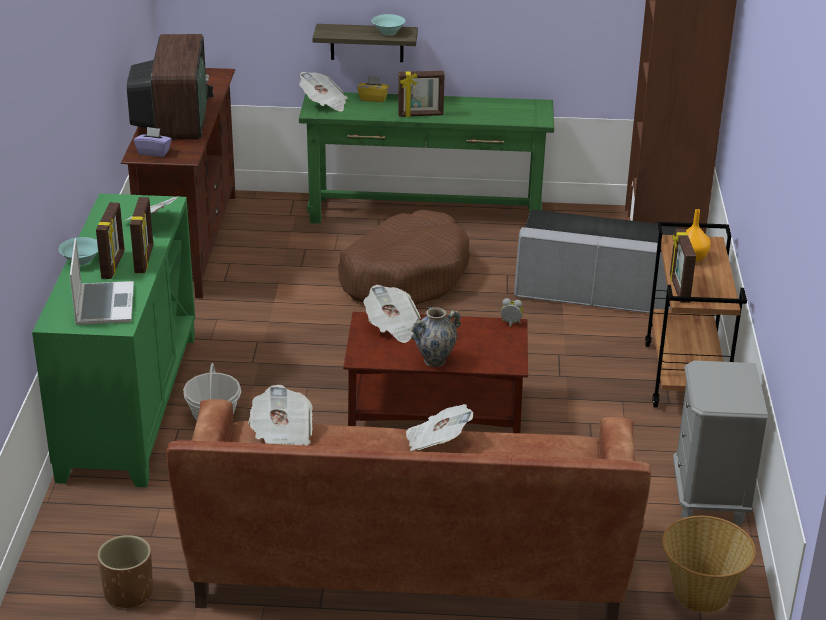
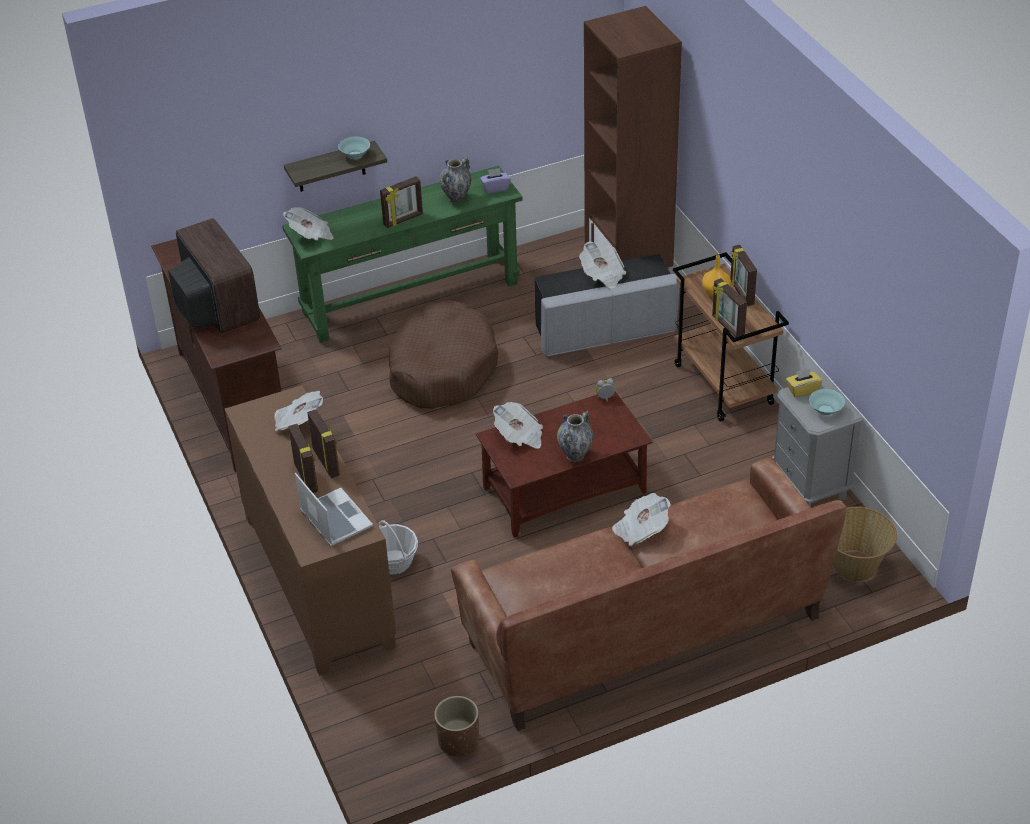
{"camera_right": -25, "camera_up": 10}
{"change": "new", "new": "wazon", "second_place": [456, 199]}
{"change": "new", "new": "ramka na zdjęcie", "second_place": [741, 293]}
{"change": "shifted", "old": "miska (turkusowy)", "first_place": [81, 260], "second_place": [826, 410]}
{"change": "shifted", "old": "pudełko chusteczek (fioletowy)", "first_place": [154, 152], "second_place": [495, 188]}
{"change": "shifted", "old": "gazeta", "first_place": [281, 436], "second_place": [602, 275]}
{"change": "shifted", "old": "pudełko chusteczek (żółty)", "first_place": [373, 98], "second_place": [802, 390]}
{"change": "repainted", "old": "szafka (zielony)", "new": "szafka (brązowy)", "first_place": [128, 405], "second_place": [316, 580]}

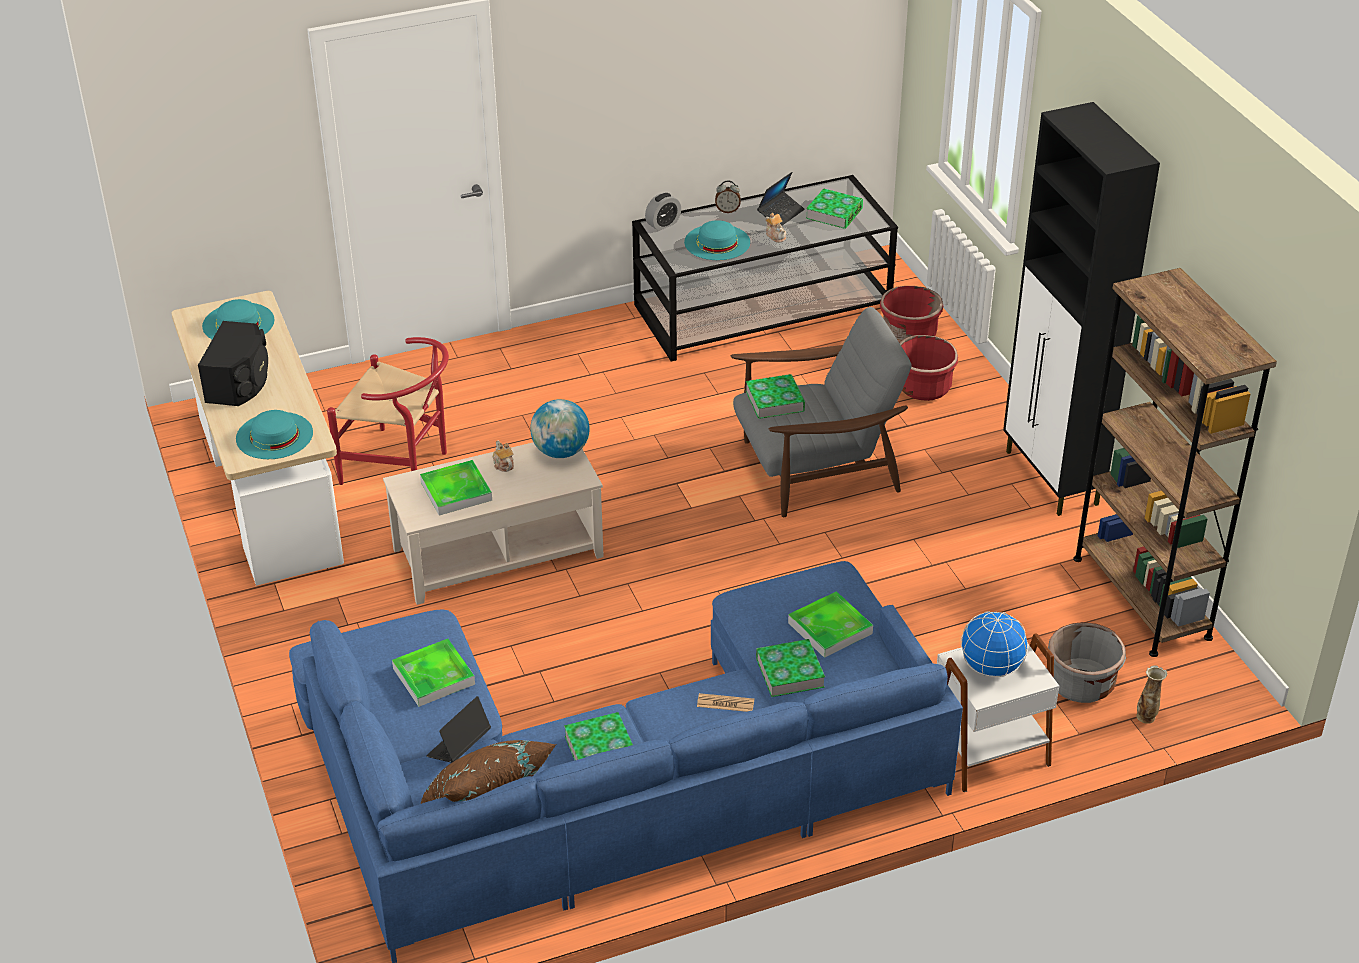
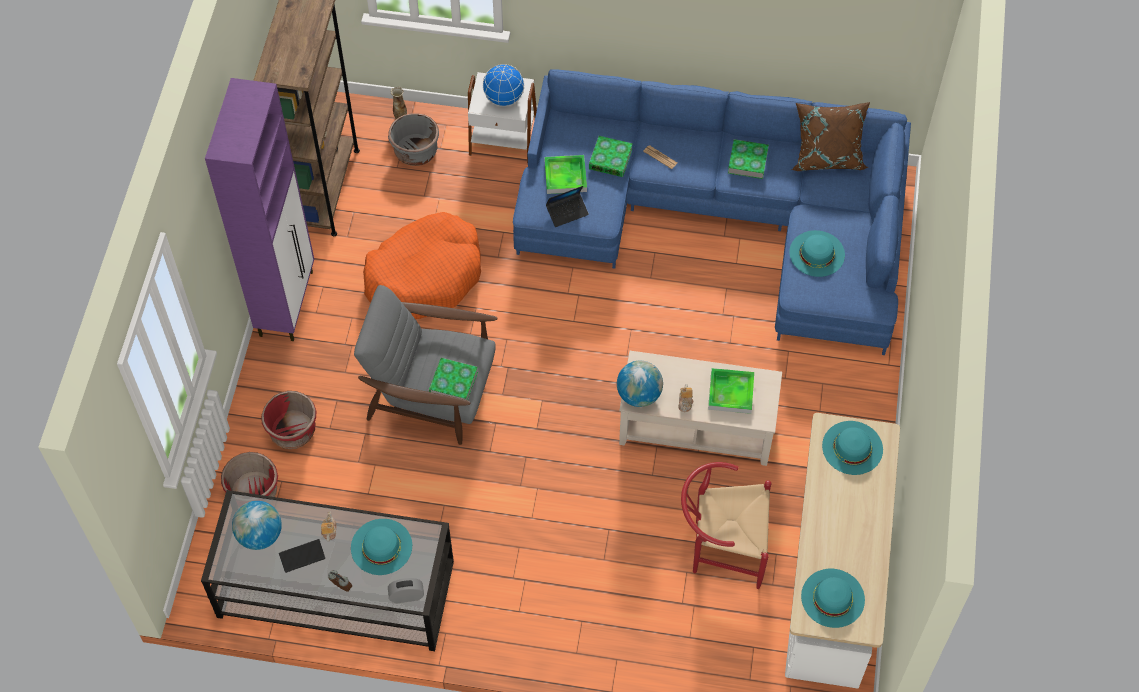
{"camera_right": -150, "camera_up": 20}
{"change": "gone", "old": "głośnik (czarny)", "first_place": [240, 382]}
{"change": "new", "new": "legowisko (pomarańczowy)", "second_place": [425, 275]}
{"change": "shifted", "old": "laptop", "first_place": [459, 747], "second_place": [567, 212]}
{"change": "swapped", "old": "taca", "new": "kapelusz (turkusowy)", "first_place": [433, 676], "second_place": [817, 253]}
{"change": "swapped", "old": "książka", "new": "globus", "first_place": [834, 213], "second_place": [260, 535]}
{"change": "repainted", "old": "szafka (czarny)", "new": "szafka (fioletowy)", "first_place": [1052, 479], "second_place": [287, 302]}
{"change": "rotated", "old": "krzesło (czerwony)", "first_place": [403, 466], "second_place": [721, 548], "degrees": -45}

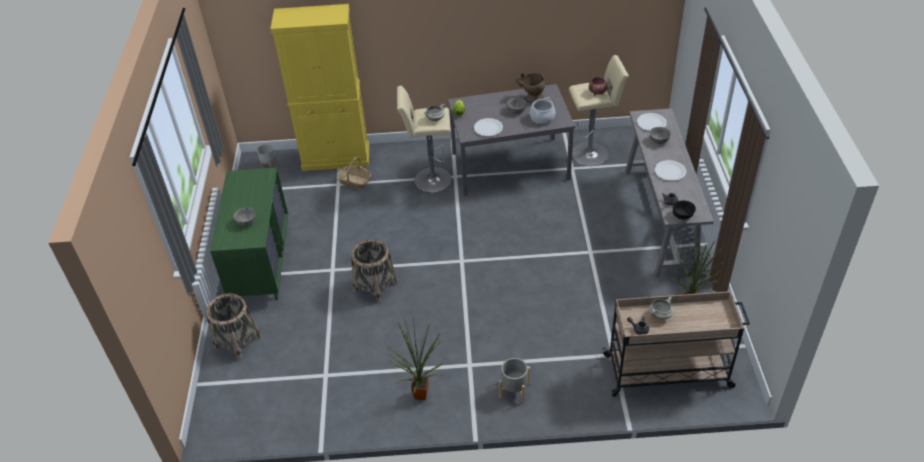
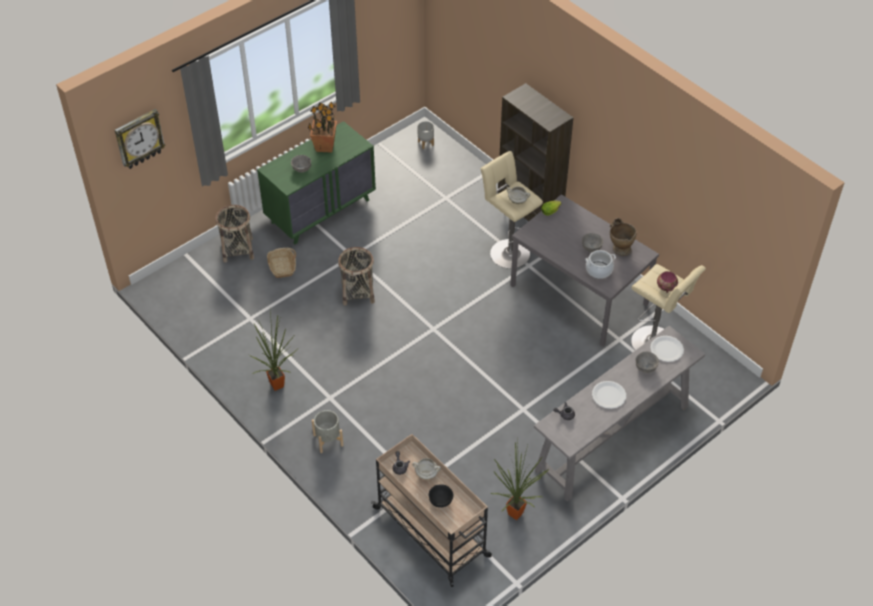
{"camera_right": 50, "camera_up": 5}
{"change": "gone", "old": "szafka (żółty)", "first_place": [336, 158]}
{"change": "gone", "old": "talerz (biały)", "first_place": [488, 128]}
{"change": "new", "new": "zegar ścienny", "second_place": [139, 139]}
{"change": "new", "new": "roślina doniczkowa", "second_place": [325, 146]}
{"change": "new", "new": "regał (brązowy)", "second_place": [530, 218]}
{"change": "shifted", "old": "koszyk", "first_place": [354, 181], "second_place": [282, 267]}
{"change": "shifted", "old": "miska (czarny)", "first_place": [682, 215], "second_place": [440, 501]}

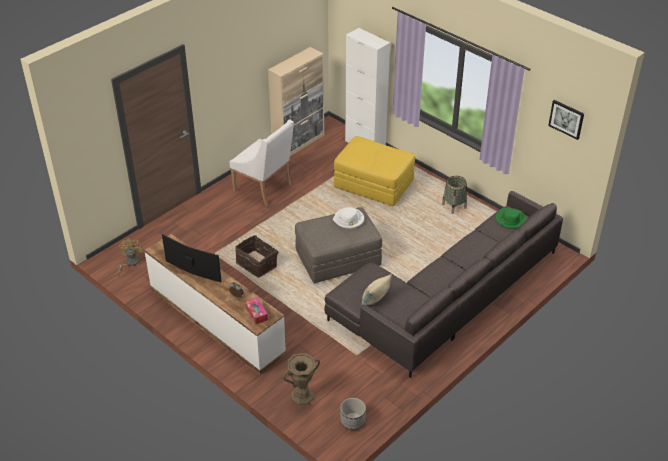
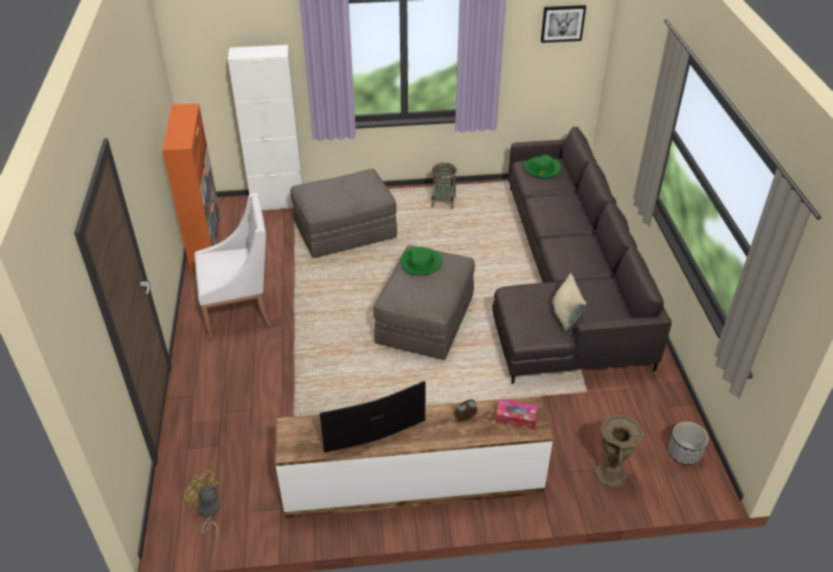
{"camera_right": -50, "camera_up": 0}
{"change": "gone", "old": "koszyk", "first_place": [257, 264]}
{"change": "repainted", "old": "szafka (beżowy)", "new": "szafka (pomarańczowy)", "first_place": [298, 143], "second_place": [206, 243]}
{"change": "repainted", "old": "kapelusz (biały)", "new": "kapelusz (zielony)", "first_place": [349, 220], "second_place": [421, 263]}
{"change": "repainted", "old": "pufa (żółty)", "new": "pufa (szary)", "first_place": [374, 185], "second_place": [345, 231]}

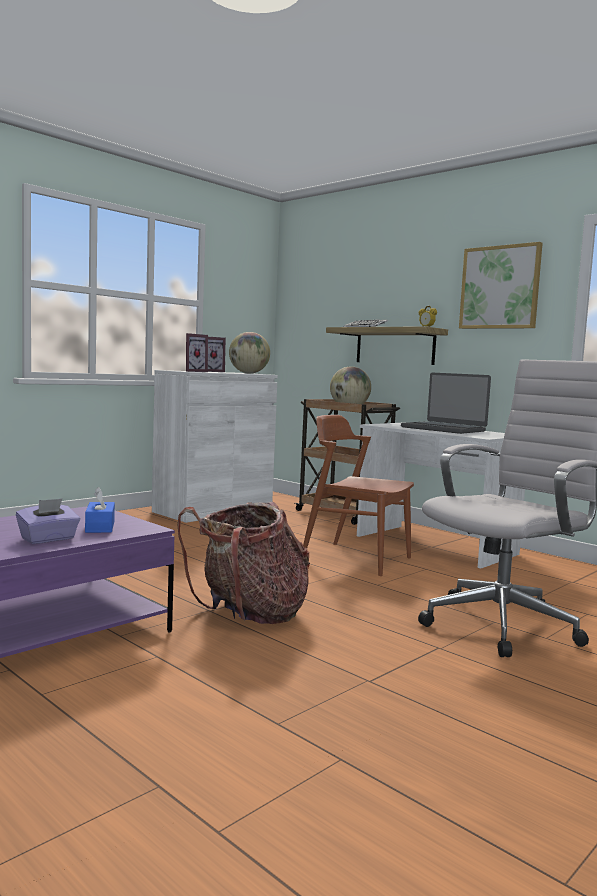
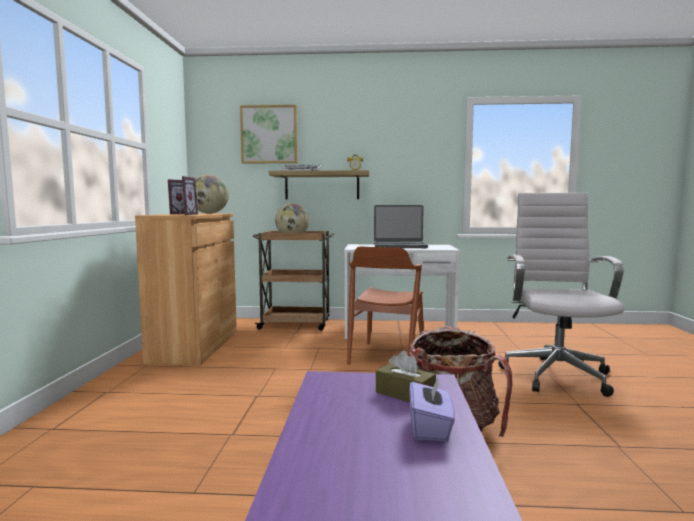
{"camera_right": -40, "camera_up": 0}
{"change": "shifted", "old": "obraz", "first_place": [500, 287], "second_place": [269, 134]}
{"change": "repainted", "old": "pudełko chusteczek (niebieski)", "new": "pudełko chusteczek (brązowy)", "first_place": [100, 527], "second_place": [405, 394]}
{"change": "repainted", "old": "szafka (biały)", "new": "szafka (brązowy)", "first_place": [213, 510], "second_place": [195, 346]}
{"change": "rotated", "old": "krzesło (brązowy)", "first_place": [355, 558], "second_place": [386, 356], "degrees": -60}

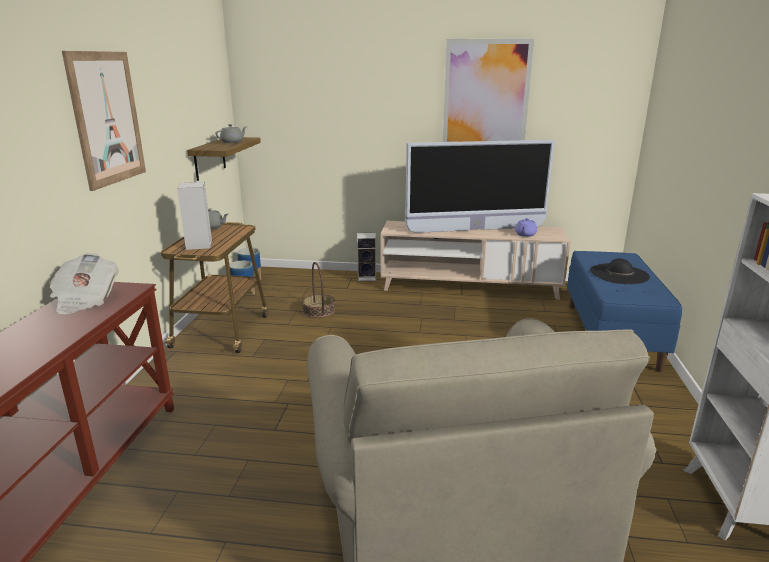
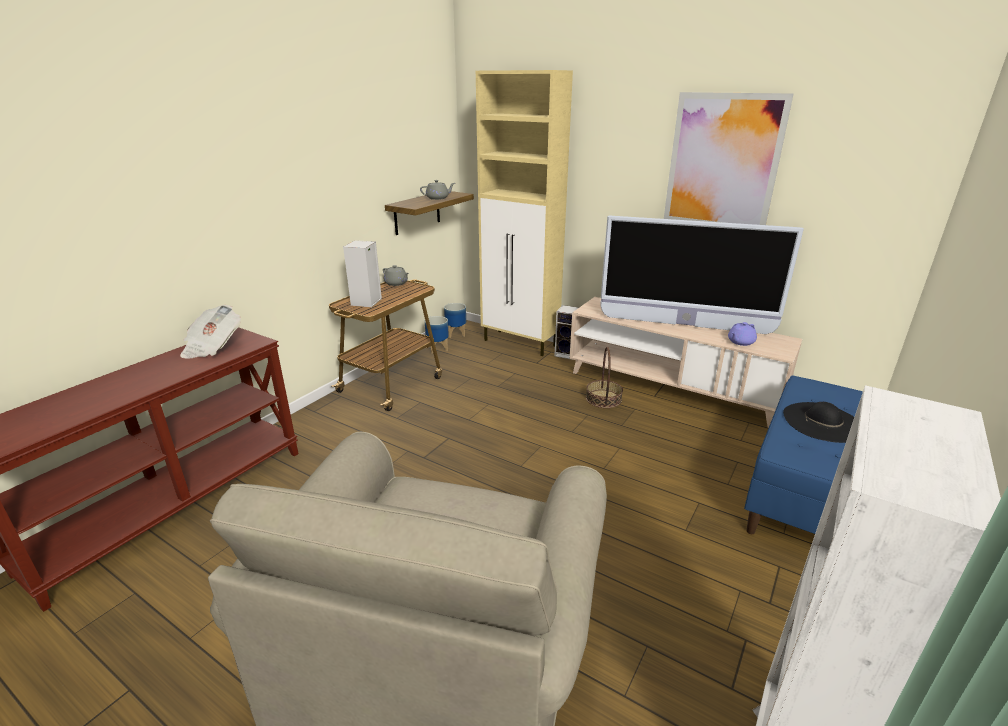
{"camera_right": 25, "camera_up": 5}
{"change": "gone", "old": "obraz", "first_place": [107, 118]}
{"change": "new", "new": "szafka (beżowy)", "second_place": [520, 343]}
{"change": "shifted", "old": "koszyk", "first_place": [319, 310], "second_place": [603, 399]}

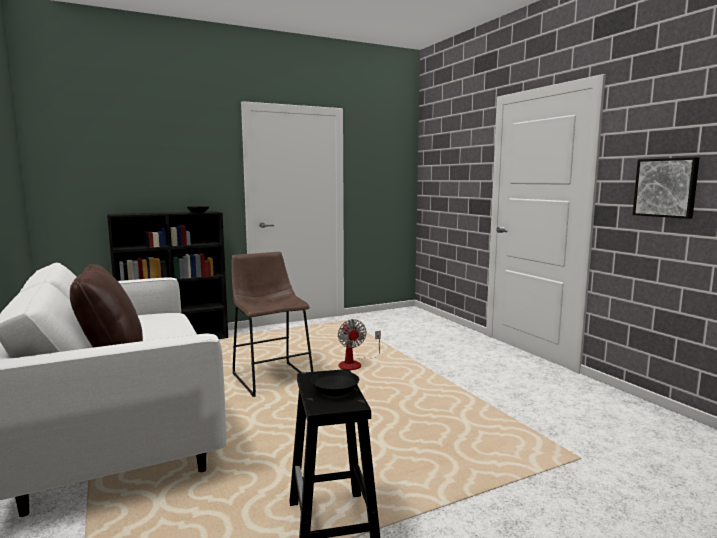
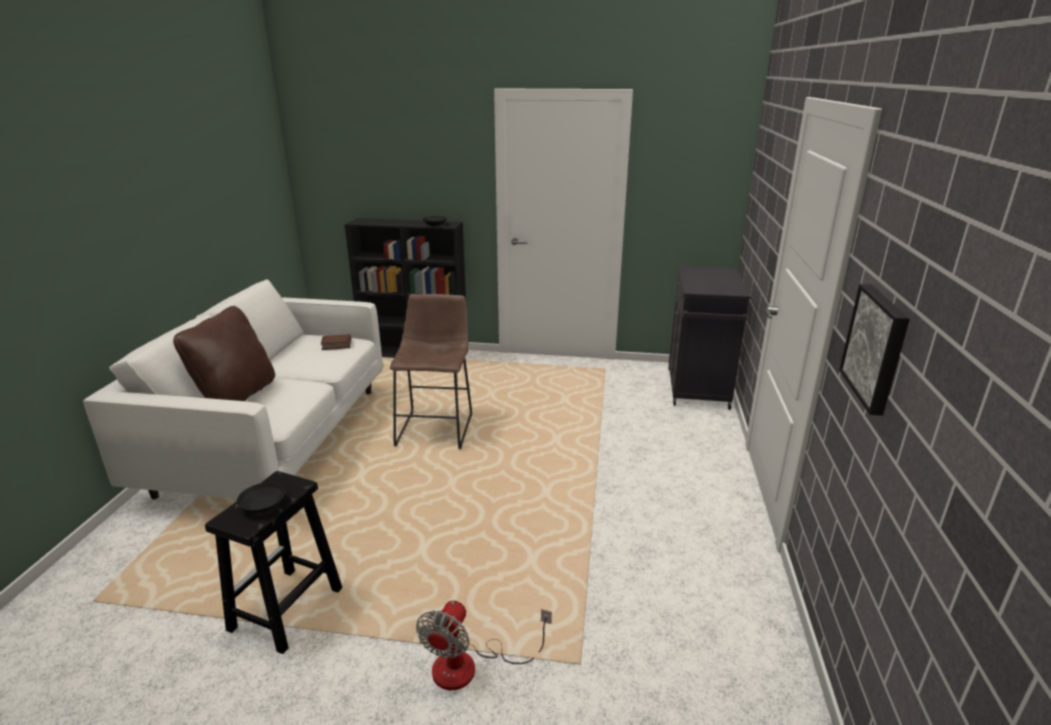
{"camera_right": 35, "camera_up": 15}
{"change": "new", "new": "książka", "second_place": [336, 345]}
{"change": "new", "new": "szafka (czarny)", "second_place": [697, 389]}
{"change": "shifted", "old": "wentylator", "first_place": [355, 364], "second_place": [470, 666]}

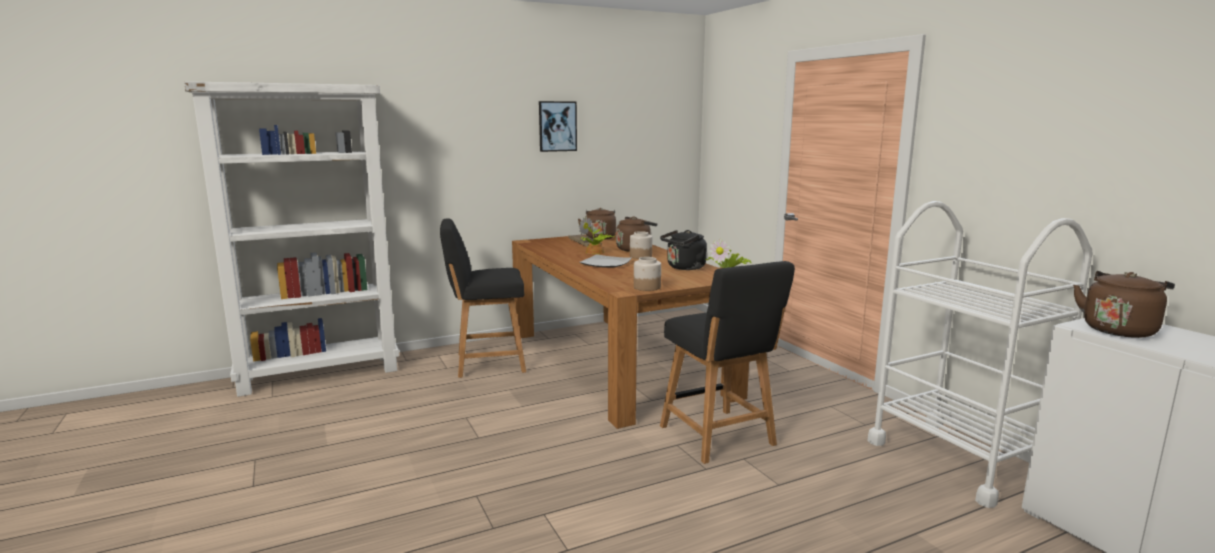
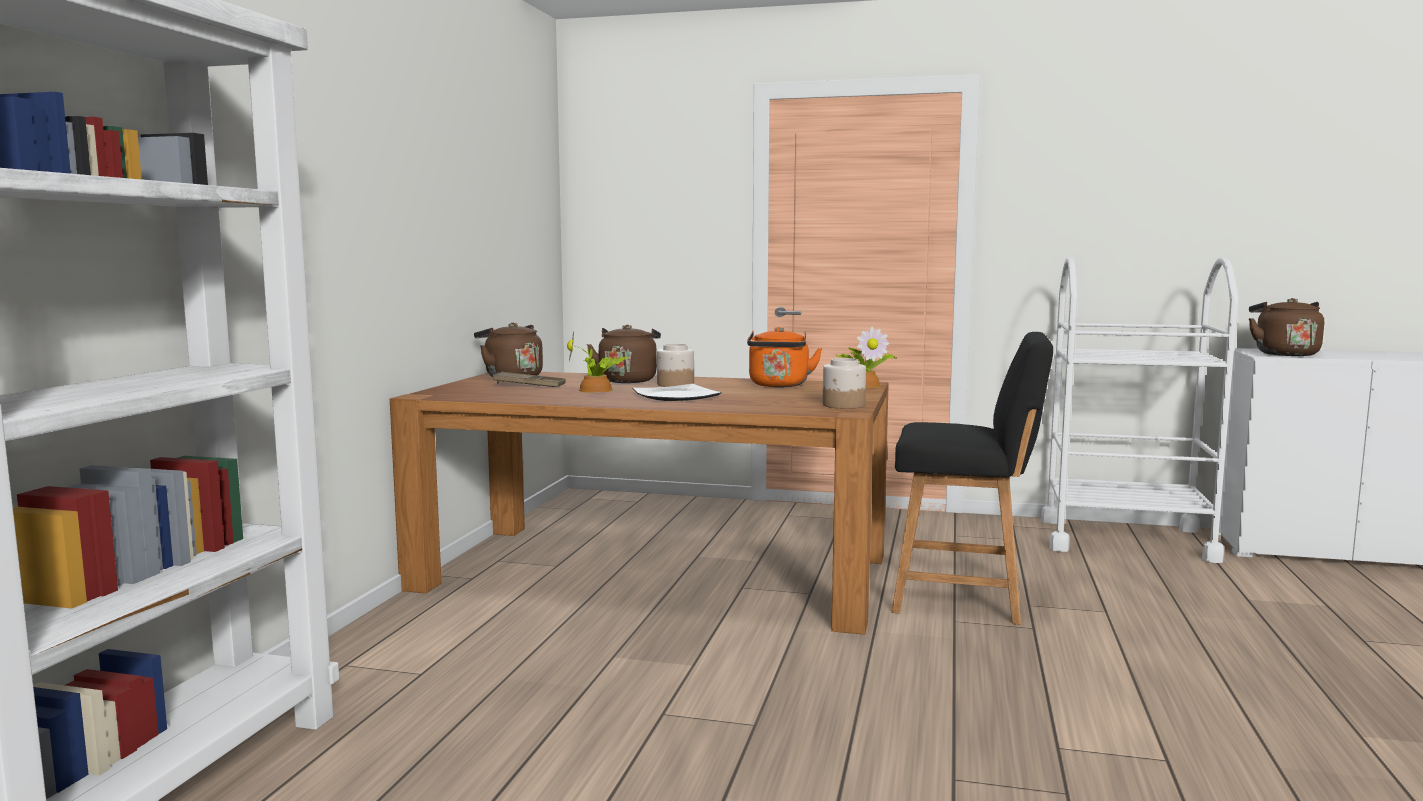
{"camera_right": -50, "camera_up": -5}
{"change": "gone", "old": "krzesło (czarny)", "first_place": [486, 363]}
{"change": "gone", "old": "obraz", "first_place": [557, 126]}
{"change": "repainted", "old": "czajnik (czarny)", "new": "czajnik (pomarańczowy)", "first_place": [684, 268], "second_place": [779, 385]}

